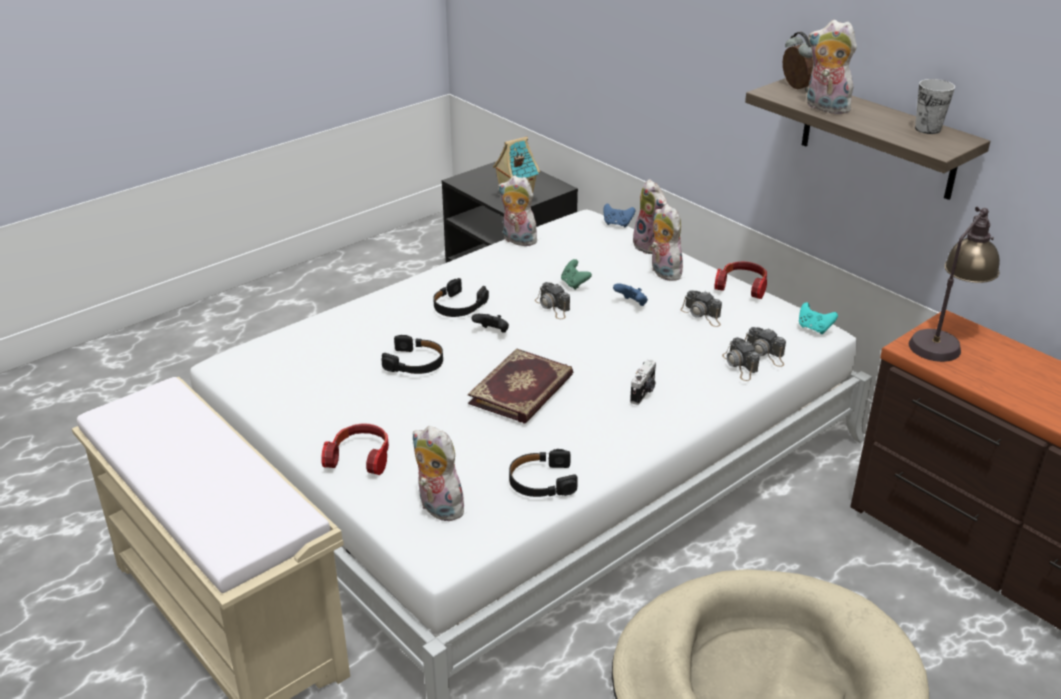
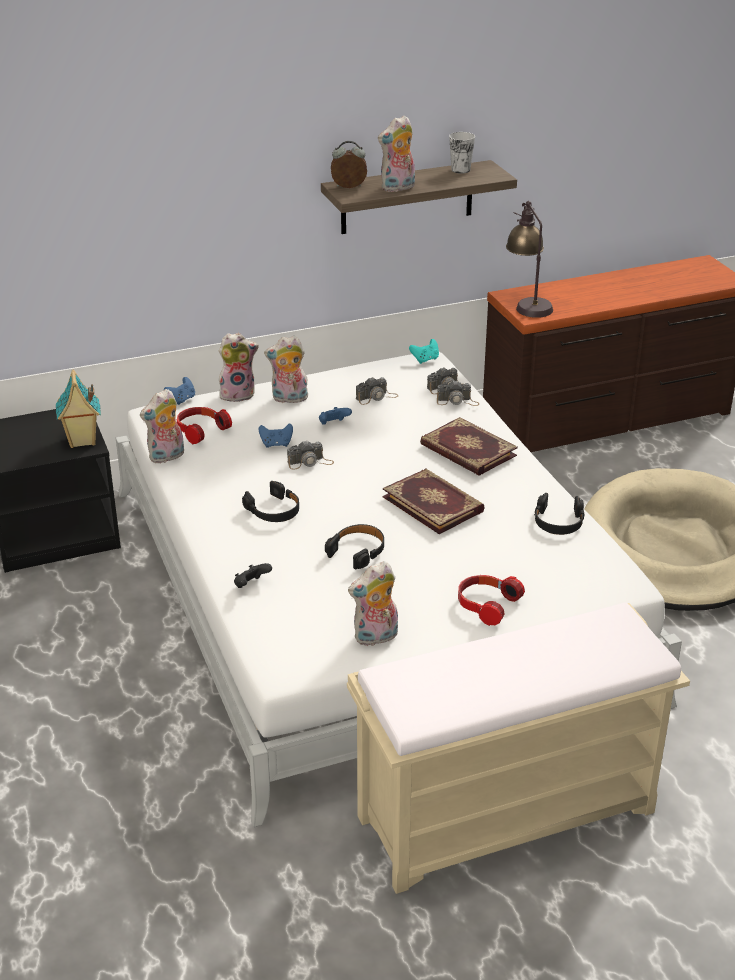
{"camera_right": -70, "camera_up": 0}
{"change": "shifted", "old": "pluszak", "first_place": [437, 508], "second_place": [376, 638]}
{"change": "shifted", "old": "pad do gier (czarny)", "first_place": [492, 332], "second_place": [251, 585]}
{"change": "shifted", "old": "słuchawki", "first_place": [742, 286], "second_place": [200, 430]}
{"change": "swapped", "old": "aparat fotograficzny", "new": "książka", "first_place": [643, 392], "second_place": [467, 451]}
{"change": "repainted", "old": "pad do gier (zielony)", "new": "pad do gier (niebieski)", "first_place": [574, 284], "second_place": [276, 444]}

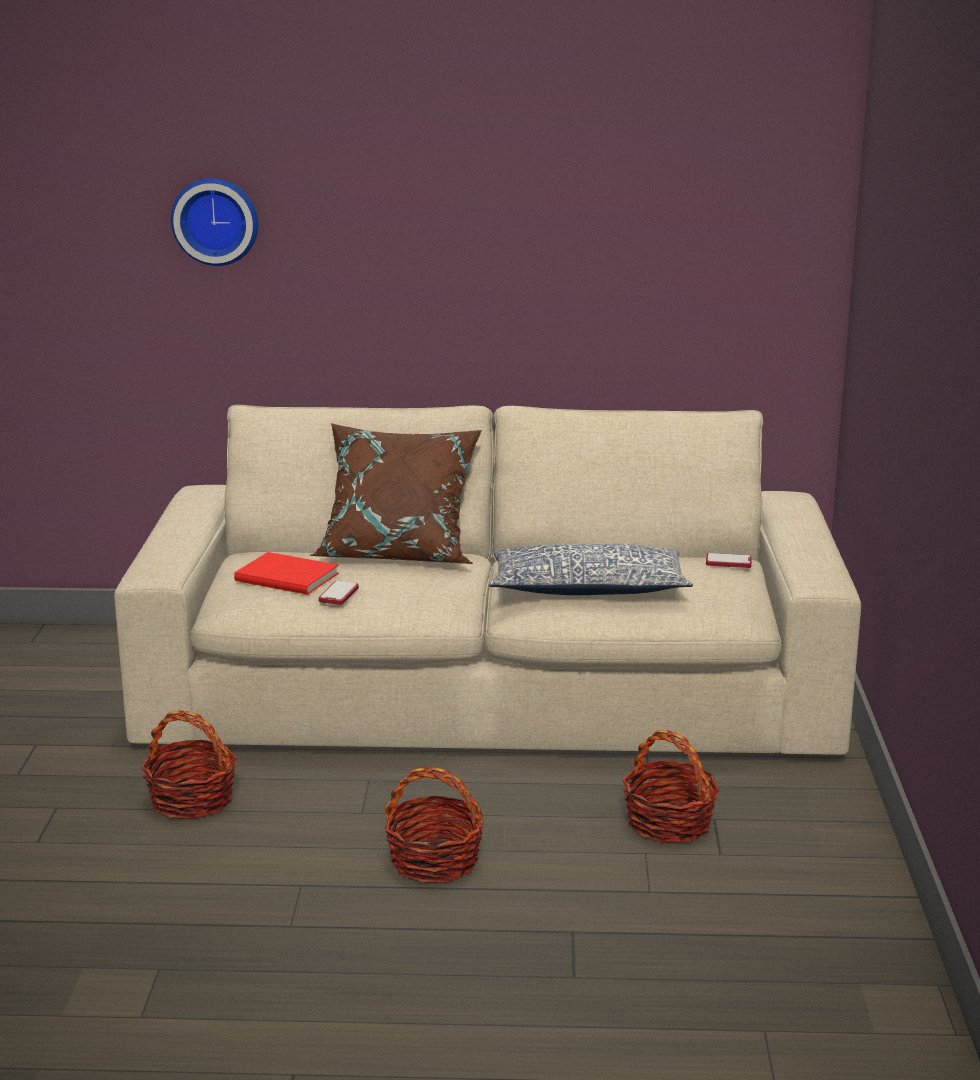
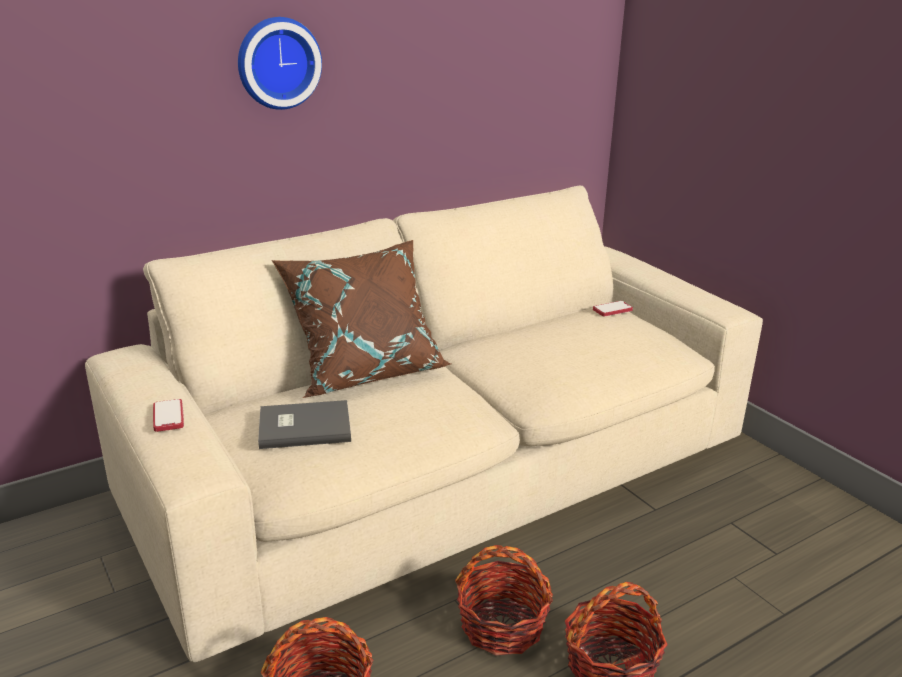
{"camera_right": -35, "camera_up": 5}
{"change": "gone", "old": "poduszka", "first_place": [587, 589]}
{"change": "shifted", "old": "zegar ścienny", "first_place": [216, 220], "second_place": [277, 63]}
{"change": "shifted", "old": "telefon", "first_place": [338, 594], "second_place": [168, 416]}
{"change": "shifted", "old": "koszyk", "first_place": [669, 823], "second_place": [502, 626]}
{"change": "repainted", "old": "książka (czerwony)", "new": "książka (szary)", "first_place": [287, 576], "second_place": [303, 426]}

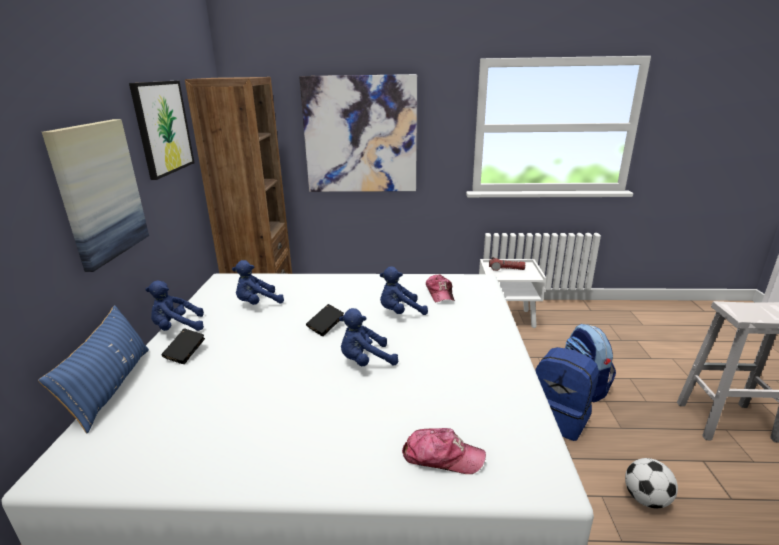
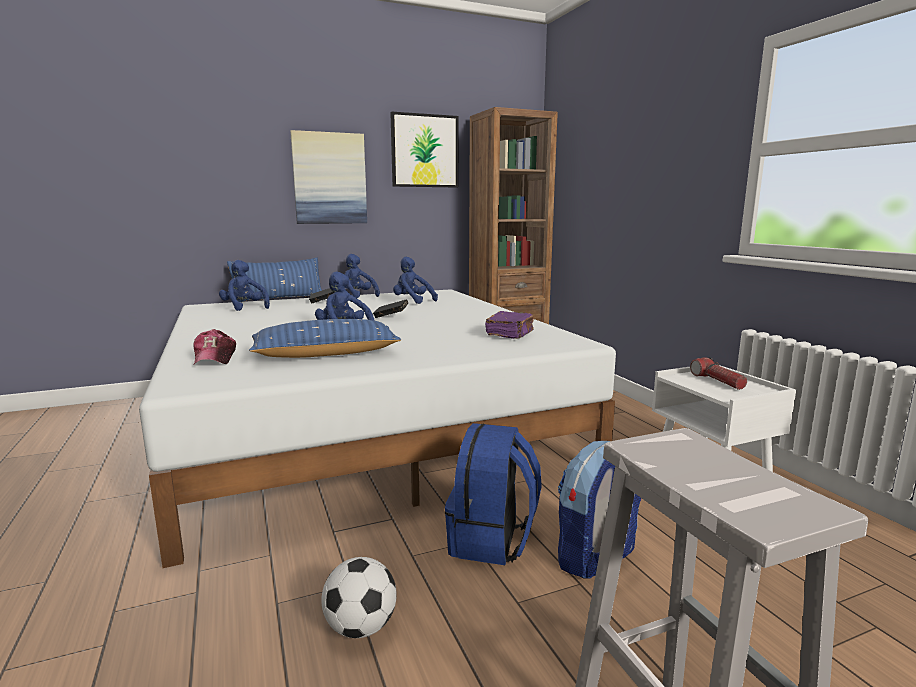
{"camera_right": 65, "camera_up": -10}
{"change": "gone", "old": "obraz", "first_place": [360, 135]}
{"change": "new", "new": "poduszka (niebieski)", "second_place": [326, 354]}
{"change": "shifted", "old": "pluszak (niebieski)", "first_place": [400, 312], "second_place": [244, 307]}
{"change": "swapped", "old": "czapka z daszkiem", "new": "książka (fioletowy)", "first_place": [440, 293], "second_place": [510, 334]}

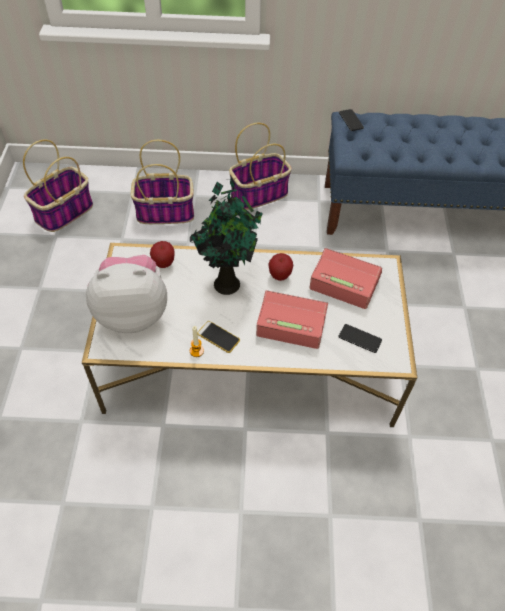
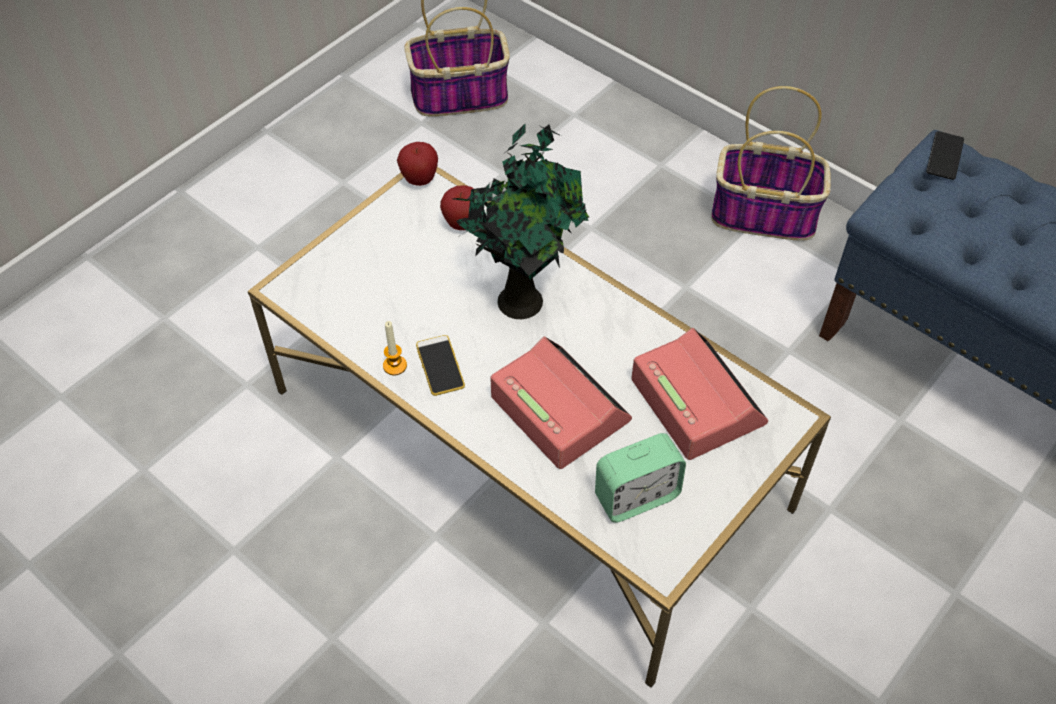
{"camera_right": 40, "camera_up": 0}
{"change": "gone", "old": "pluszak", "first_place": [133, 312]}
{"change": "gone", "old": "koszyk", "first_place": [166, 212]}
{"change": "shifted", "old": "jabłko", "first_place": [280, 276], "second_place": [419, 180]}
{"change": "swapped", "old": "telefon", "new": "budzik", "first_place": [360, 338], "second_place": [636, 496]}

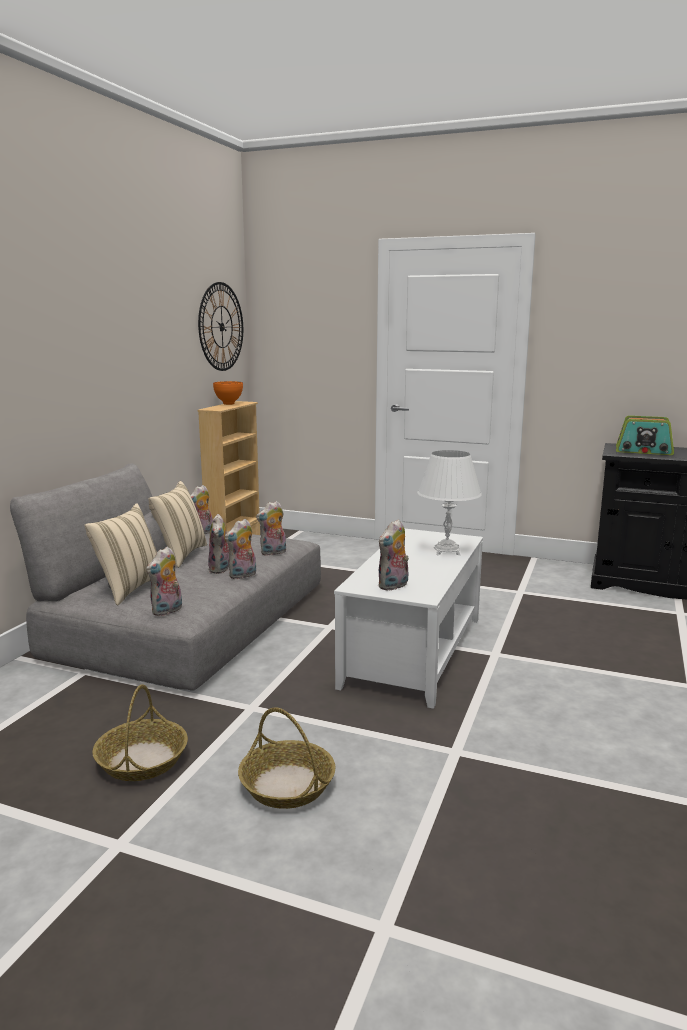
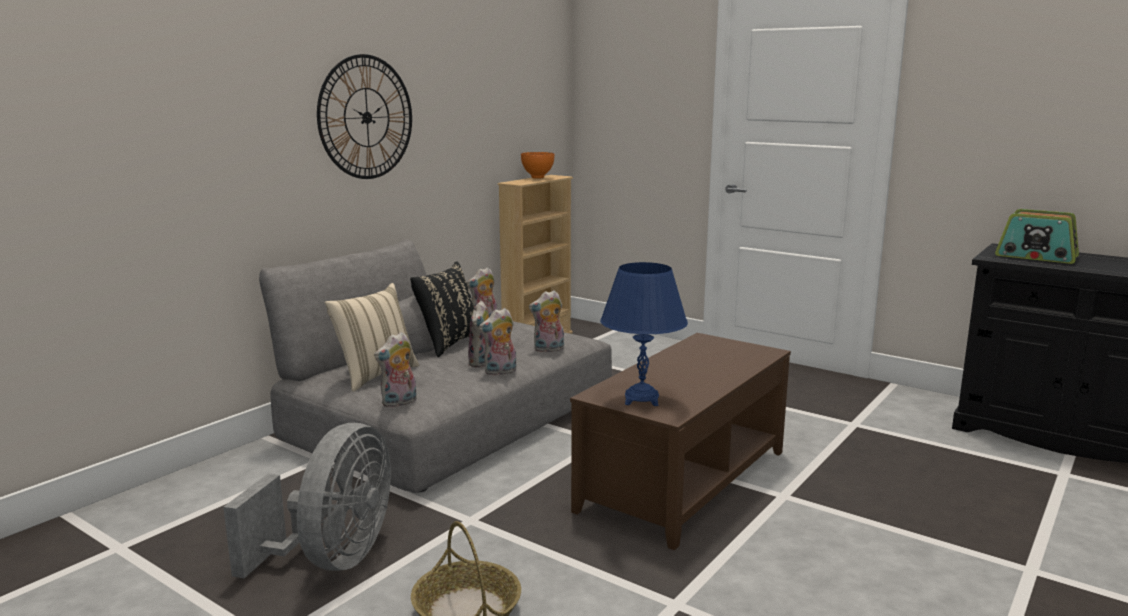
{"camera_right": 15, "camera_up": 0}
{"change": "gone", "old": "lampa stołowa (biały)", "first_place": [446, 551]}
{"change": "shifted", "old": "zegar ścienny", "first_place": [221, 327], "second_place": [366, 117]}
{"change": "swapped", "old": "koszyk", "new": "wentylator (szary)", "first_place": [142, 760], "second_place": [332, 559]}
{"change": "swapped", "old": "pluszak", "new": "lampa stołowa (niebieski)", "first_place": [394, 586], "second_place": [641, 399]}
{"change": "repainted", "old": "poduszka (beżowy)", "new": "poduszka (czarny)", "first_place": [180, 555], "second_place": [448, 343]}
{"change": "repainted", "old": "ława (biały)", "new": "ława (brązowy)", "first_place": [413, 651], "second_place": [684, 480]}

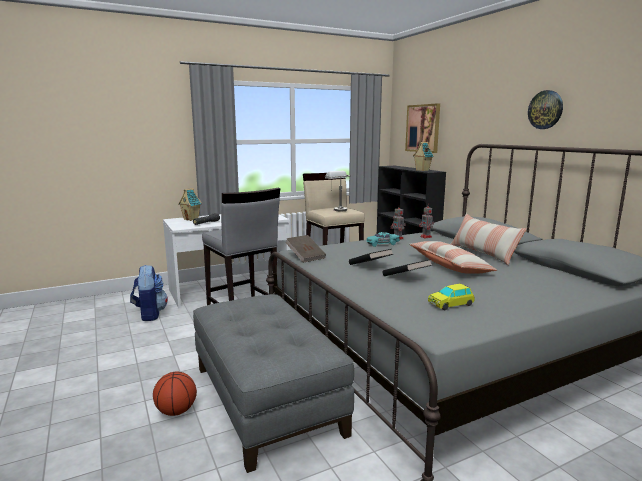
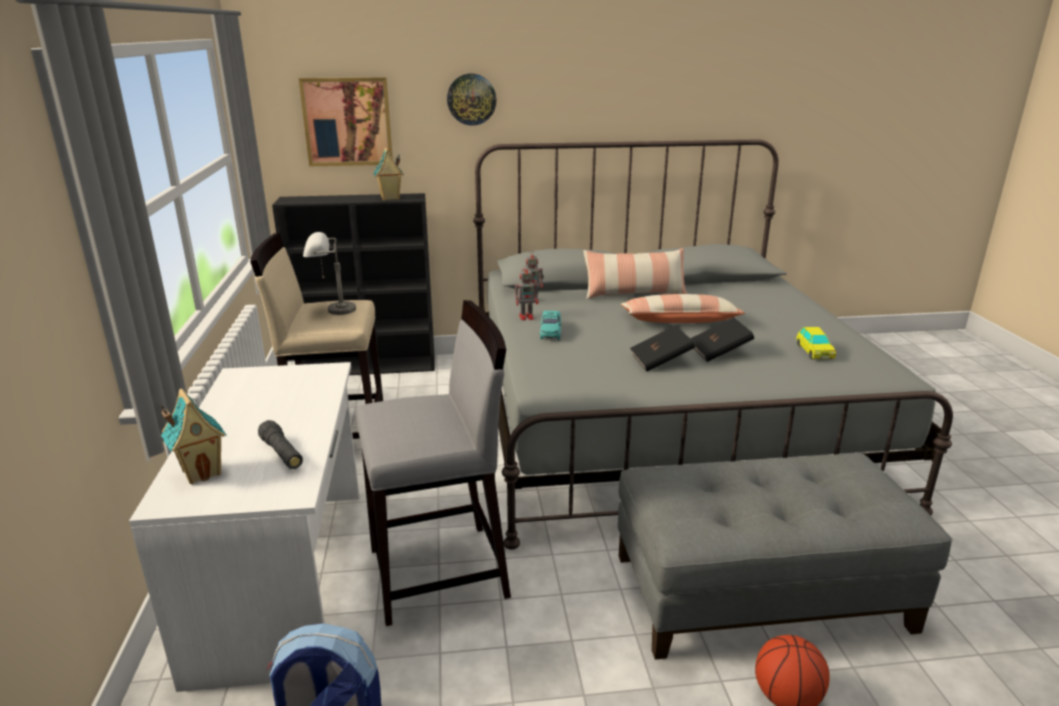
{"camera_right": -70, "camera_up": 10}
{"change": "gone", "old": "książka (brązowy)", "first_place": [305, 257]}
{"change": "shifted", "old": "zegar ścienny", "first_place": [545, 110], "second_place": [471, 99]}

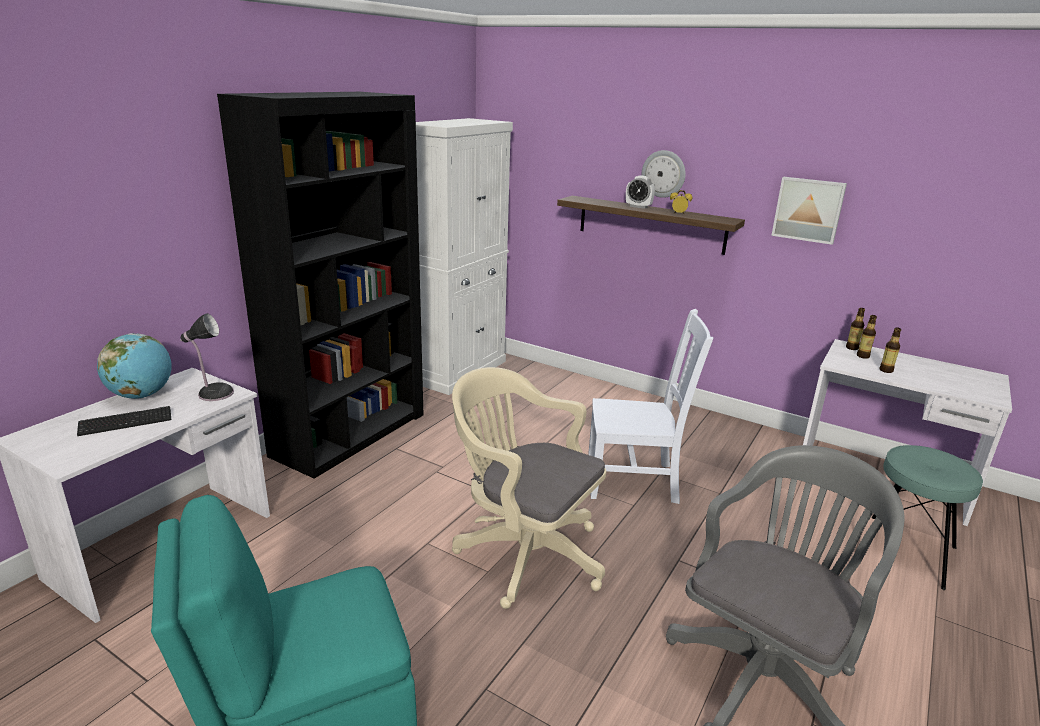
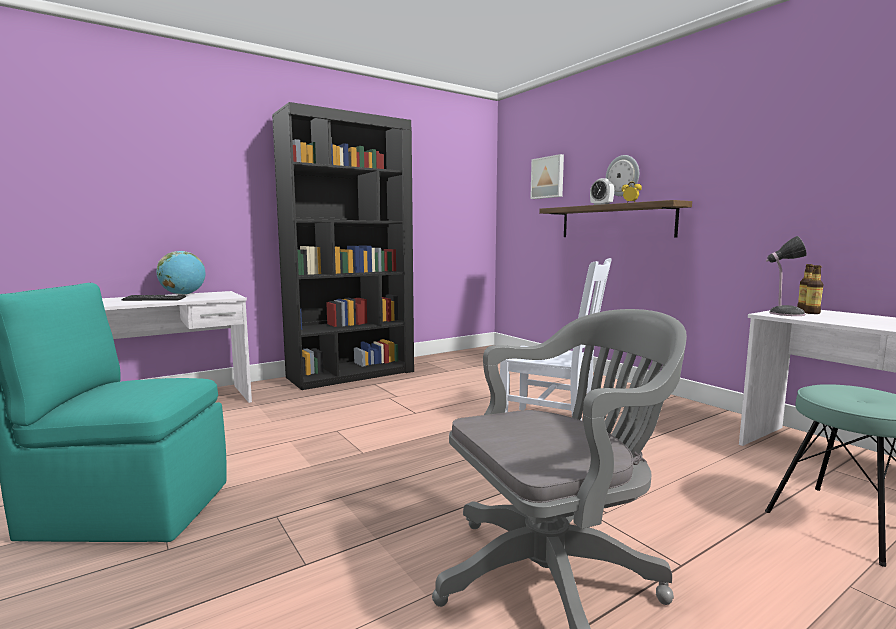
{"camera_right": 25, "camera_up": -15}
{"change": "gone", "old": "szafka (biały)", "first_place": [459, 371]}
{"change": "gone", "old": "krzesło biurowe (beżowy)", "first_place": [523, 552]}
{"change": "gone", "old": "butelka", "first_place": [886, 370]}
{"change": "shifted", "old": "lampa stołowa", "first_place": [213, 393], "second_place": [784, 313]}
{"change": "shifted", "old": "obraz", "first_place": [808, 209], "second_place": [548, 177]}

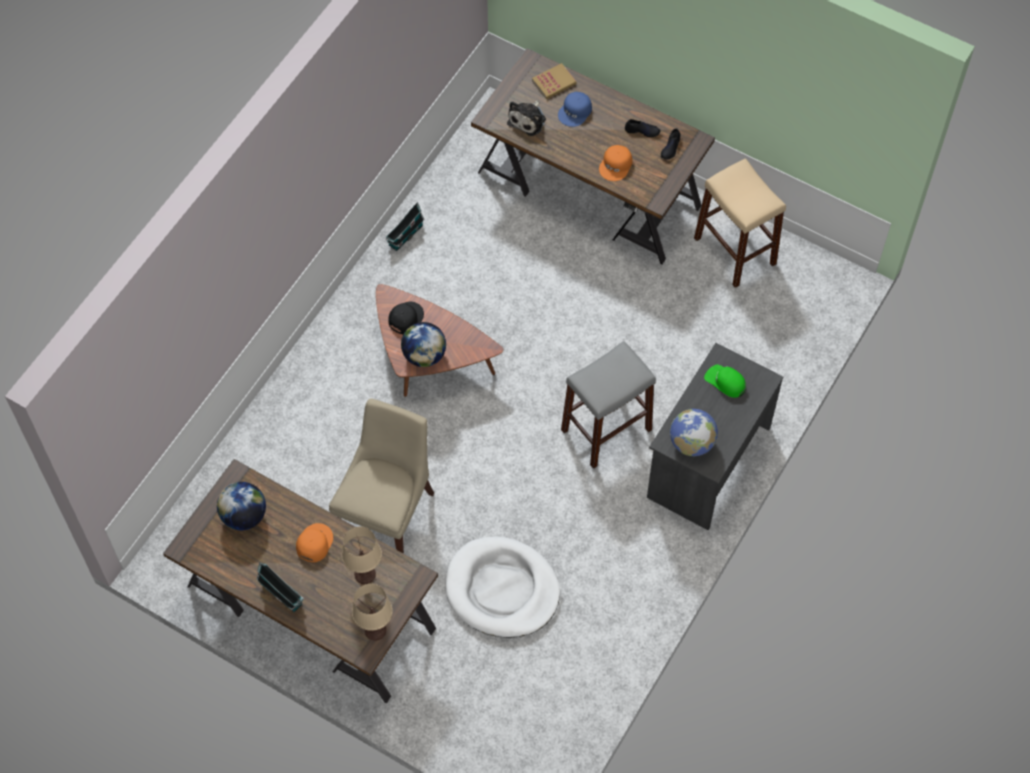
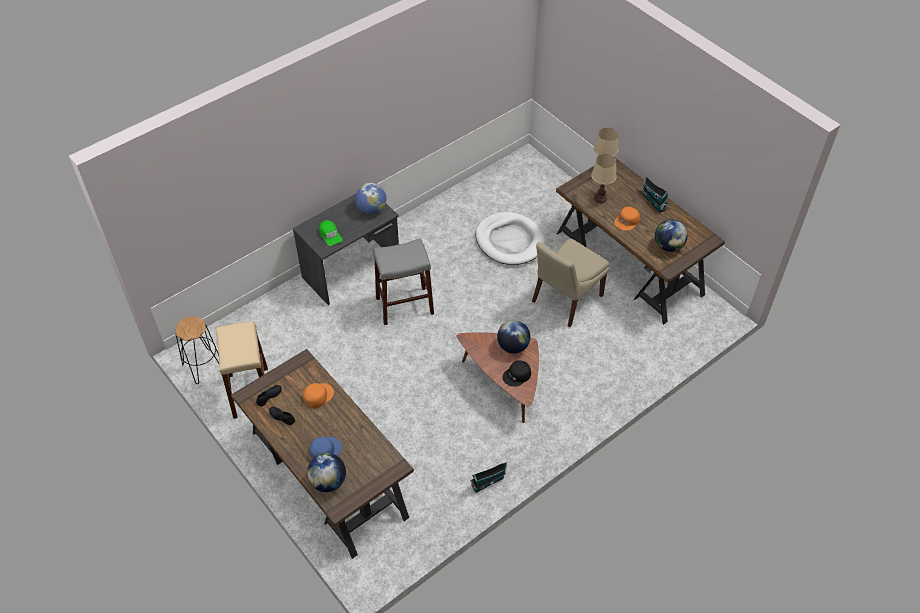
{"camera_right": -160, "camera_up": -10}
{"change": "gone", "old": "pluszak", "first_place": [528, 120]}
{"change": "new", "new": "stołek (czarny)", "second_place": [203, 366]}
{"change": "swapped", "old": "książka", "new": "globus", "first_place": [554, 82], "second_place": [328, 482]}

